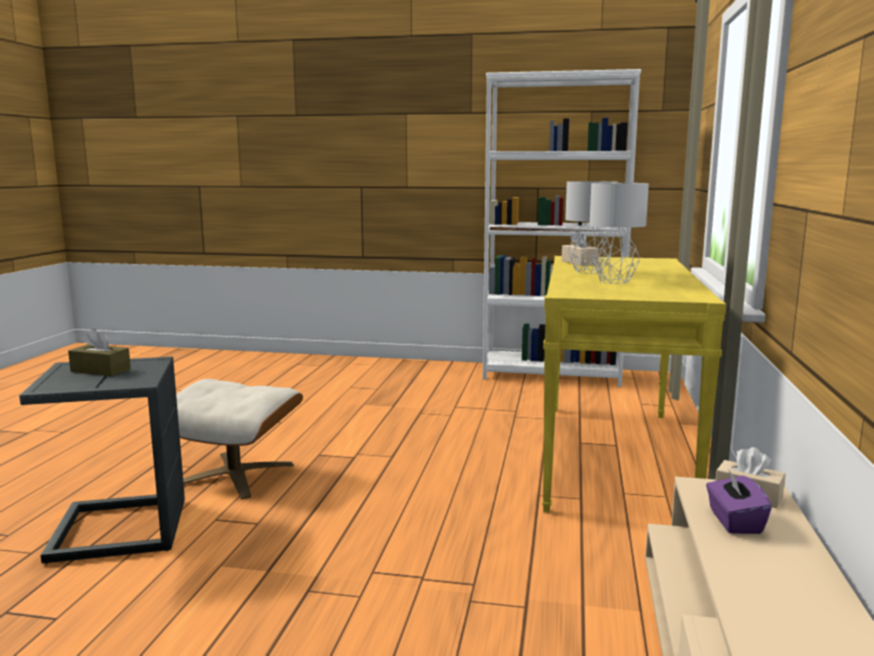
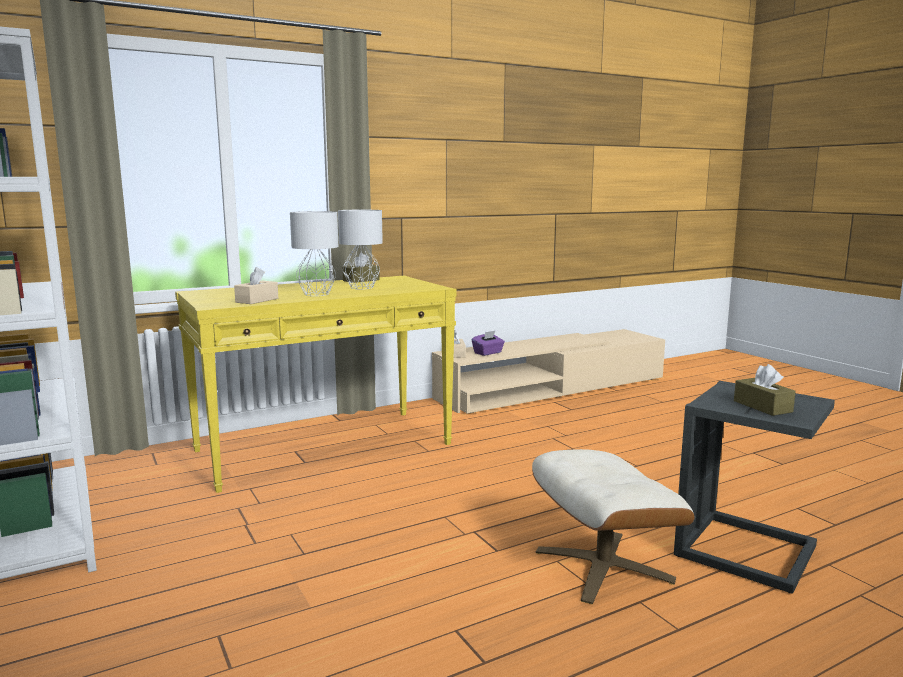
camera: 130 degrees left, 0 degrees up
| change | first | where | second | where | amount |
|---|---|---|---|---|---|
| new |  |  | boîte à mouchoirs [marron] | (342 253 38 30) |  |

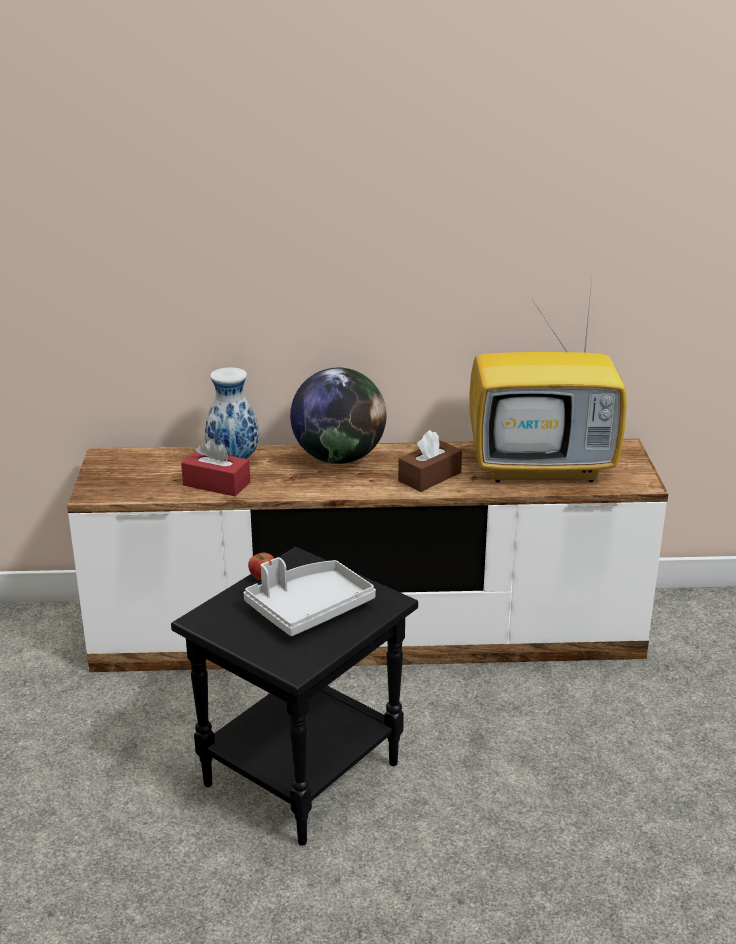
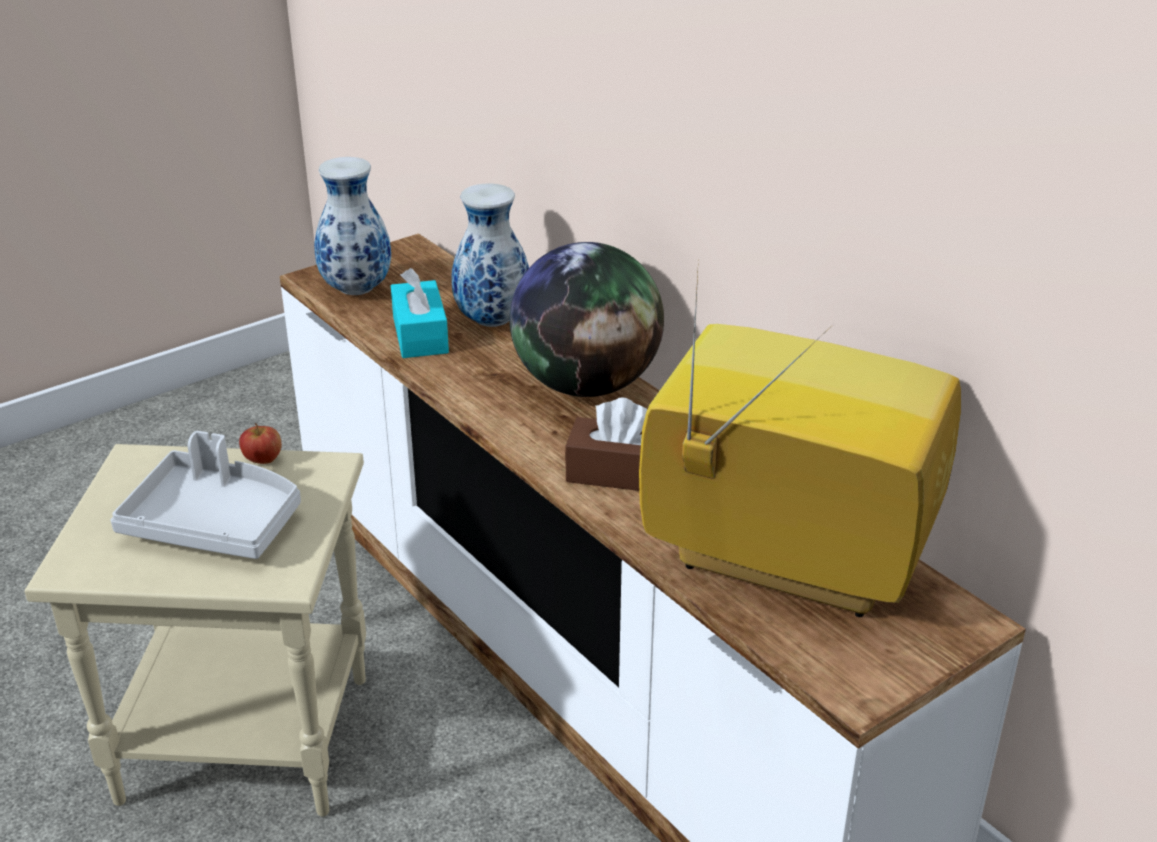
camera: 55 degrees right, 5 degrees up
| change | first | where | second | where | amount |
|---|---|---|---|---|---|
| new |  |  | vase | (314 157 77 138) |  |
| repainted | table d'appoint [noir] | (171 547 247 299) | table d'appoint [beige] | (25 444 341 373) |  |
| repainted | boîte à mouchoirs [rouge] | (181 439 69 57) | boîte à mouchoirs [turquoise] | (391 268 58 90) |  |
| rotated | téléviseur | (470 280 157 203) |  | (639 257 322 360) | 150 degrees clockwise |

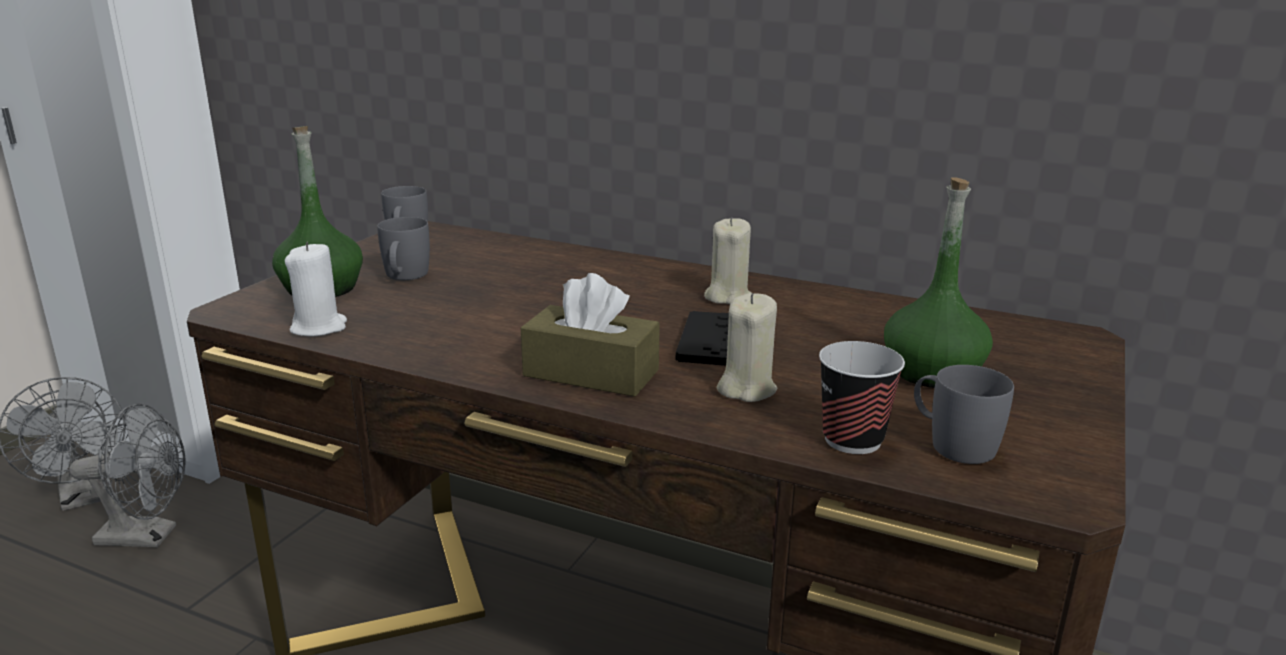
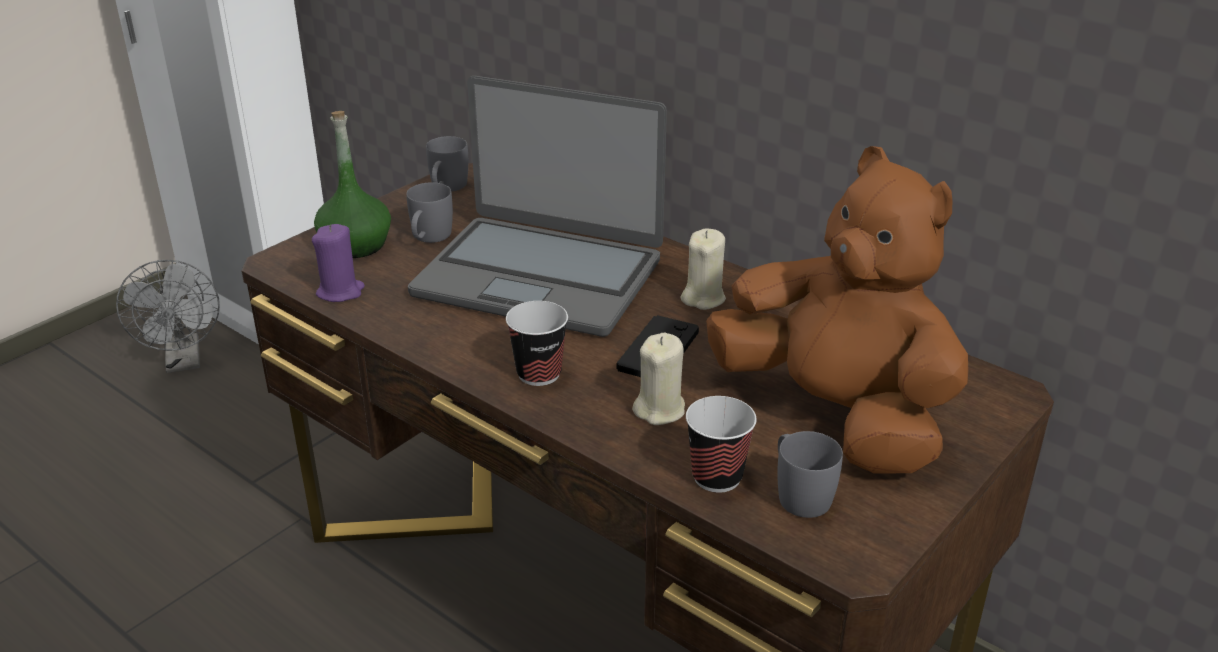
camera: 15 degrees right, 10 degrees up
| change | first | where | second | where | amount |
|---|---|---|---|---|---|
| gone | ventilateur [gris] | (69 403 117 145) |  |  |  |
| new |  |  | ordinateur portable | (408 76 259 261) |  |
| swapped | boîte à mouchoirs [marron] | (521 273 139 124) | tasse | (506 301 62 85) |  |
| swapped | bouteille [vert] | (884 177 109 211) | peluche [marron] | (706 146 262 328) |  |
| repainted | bougie [blanc] | (285 242 62 94) | bougie [violet] | (312 224 53 78) |  |

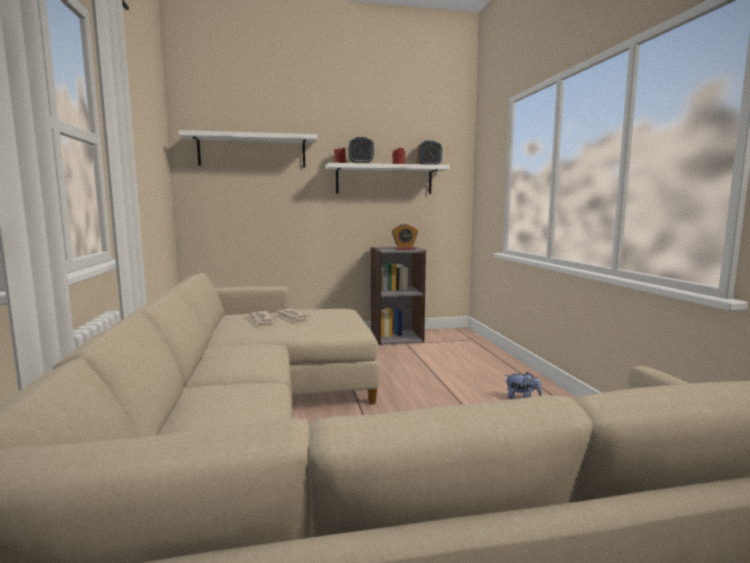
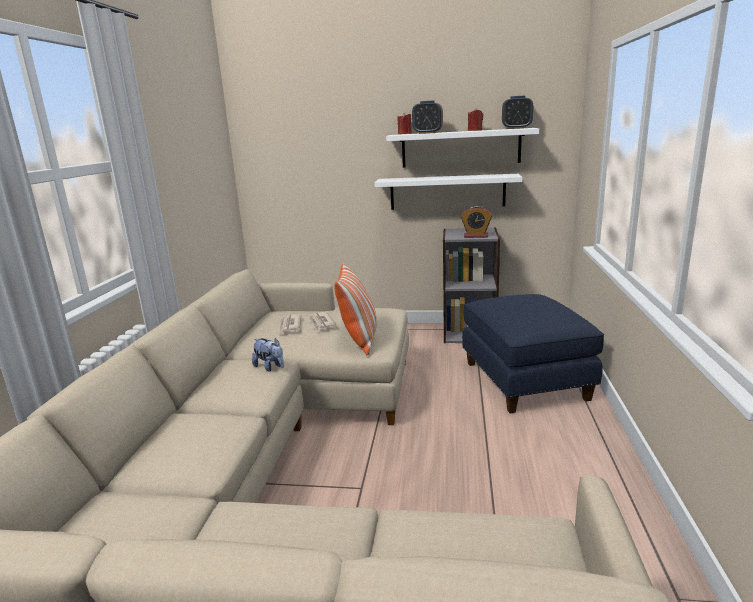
camera: 20 degrees right, 10 degrees up
| change | first | where | second | where | amount |
|---|---|---|---|---|---|
| new |  |  | coussin | (335 262 42 93) |  |
| new |  |  | pouf [bleu] | (462 294 142 119) |  |
| shifted | étagère [blanc] | (179 130 138 37) |  | (375 174 148 36) |  |
| shifted | peluche | (505 372 37 27) |  | (252 337 32 34) |  |

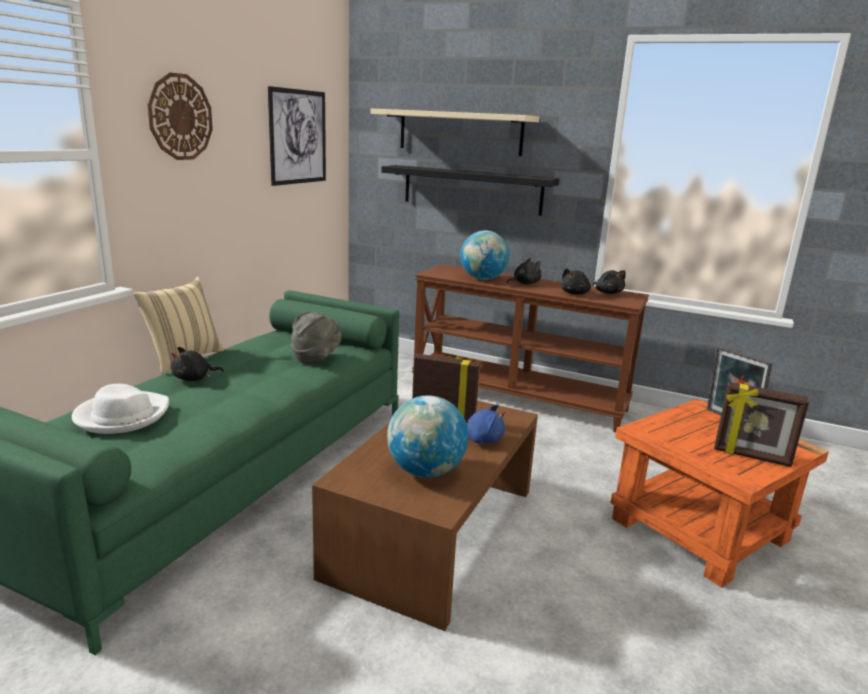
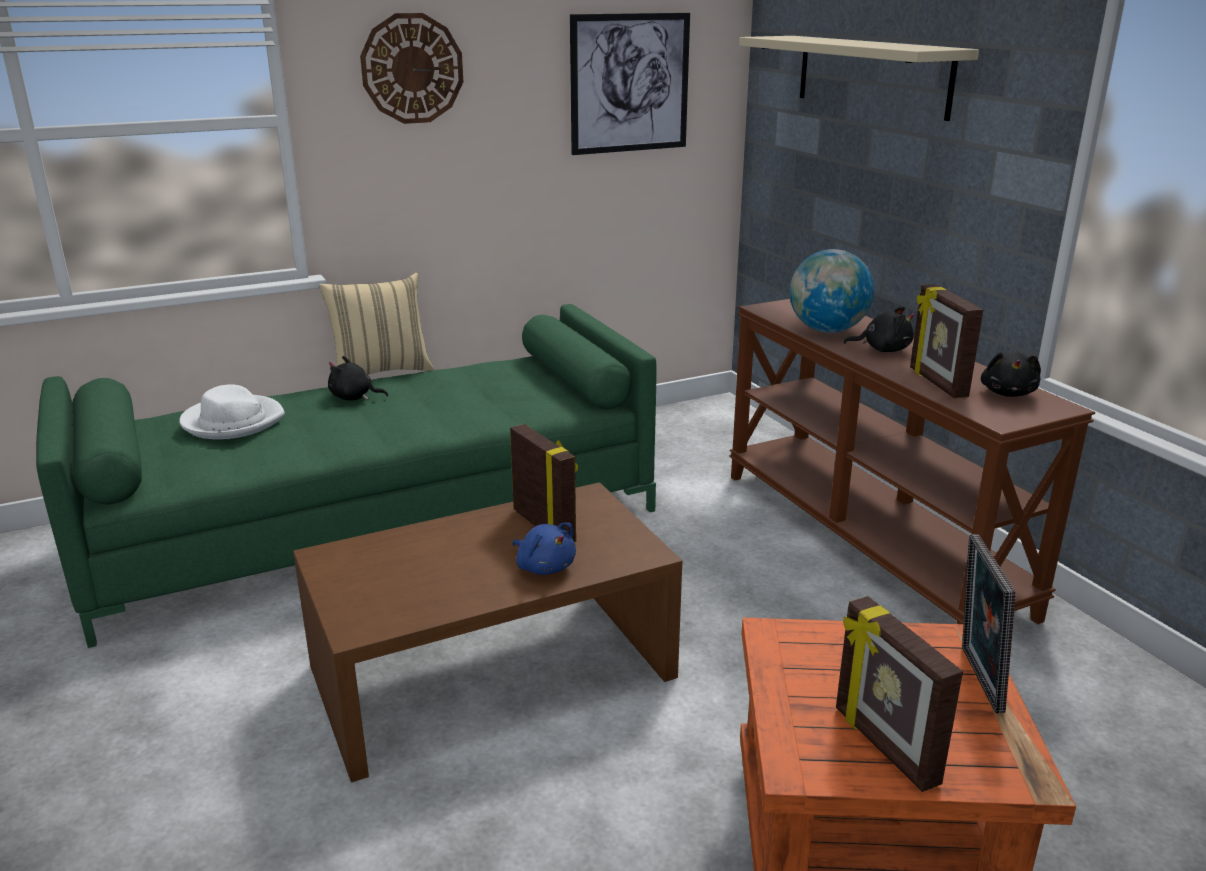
camera: 40 degrees right, 5 degrees up
| change | first | where | second | where | amount |
|---|---|---|---|---|---|
| gone | chapeau [gris] | (291 311 51 53) |  |  |  |
| gone | étagère [noir] | (381 165 178 51) |  |  |  |
| gone | globe | (387 395 81 83) |  |  |  |
| swapped | peluche [noir] | (561 268 30 27) | cadre photo | (910 284 73 114) |  |

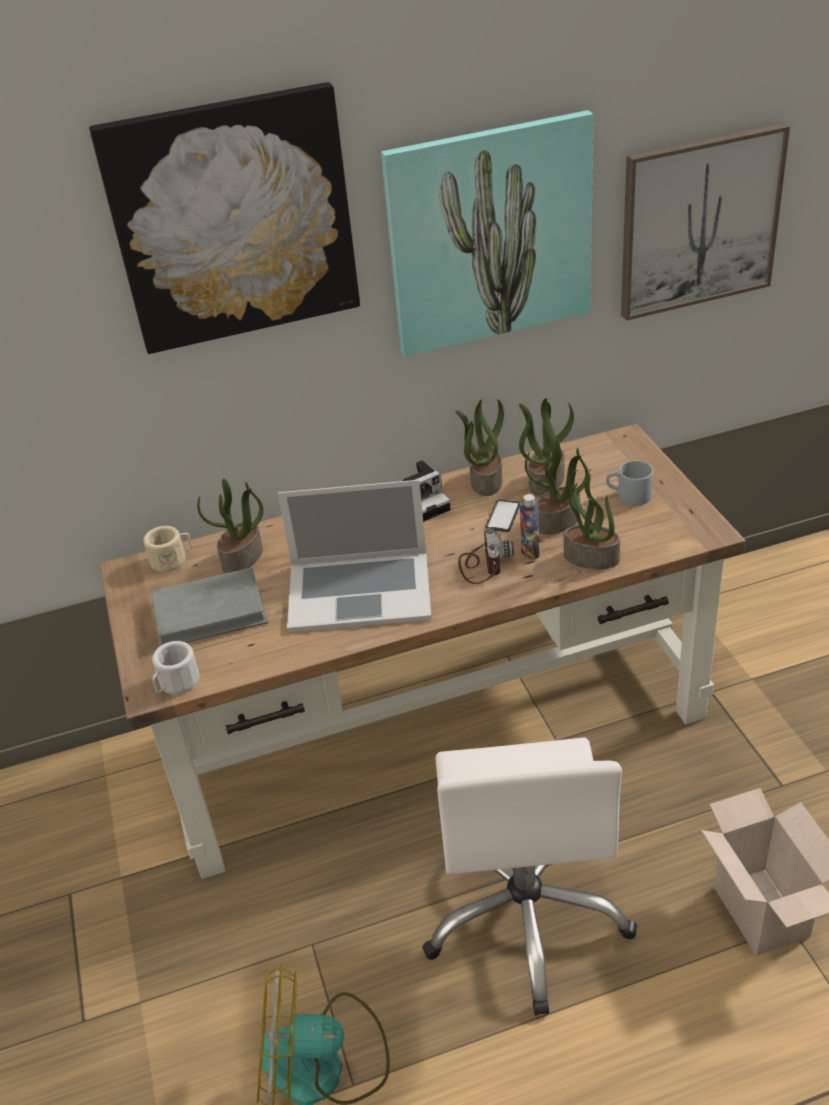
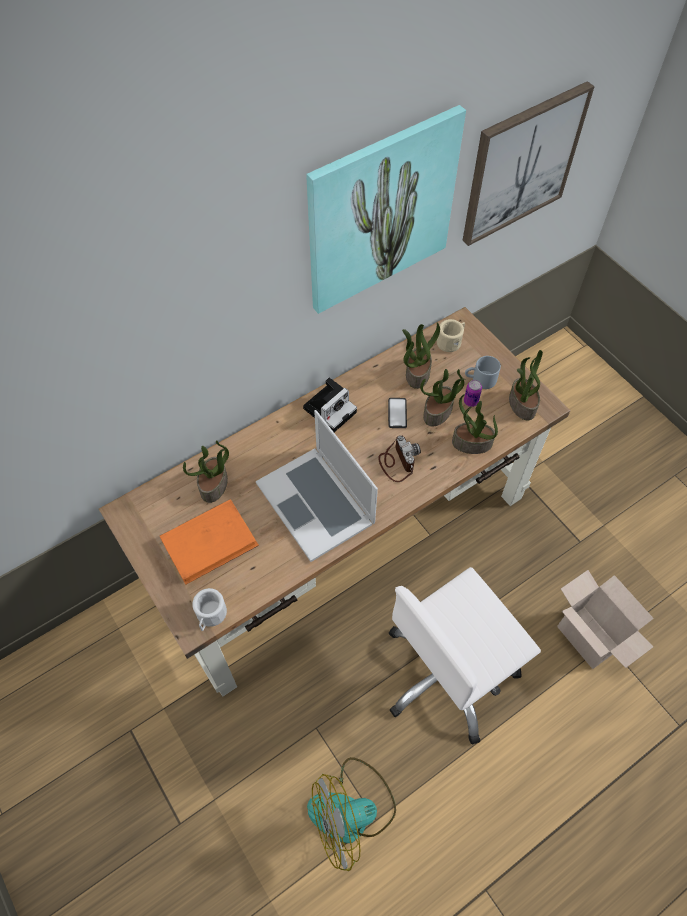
camera: 20 degrees left, 20 degrees up
| change | first | where | second | where | amount |
|---|---|---|---|---|---|
| gone | tableau | (89 82 271 272) |  |  |  |
| gone | bouteille | (520 494 19 66) |  |  |  |
| new |  |  | boîte métallique | (464 380 18 27) |  |
| shifted | mug [beige] | (143 526 50 46) |  | (437 319 28 33) |  |
| shifted | plante en pot | (455 399 49 97) |  | (509 350 34 70) |  |
| repainted | livre [gris] | (152 567 117 78) | livre [orange] | (160 499 99 86) |  |
| rotated | ordinateur portable | (278 480 154 152) |  | (256 410 122 152) | 75 degrees clockwise |
| rotated | chaise de bureau [blanc] | (422 738 215 277) |  | (389 567 152 177) | 75 degrees clockwise |

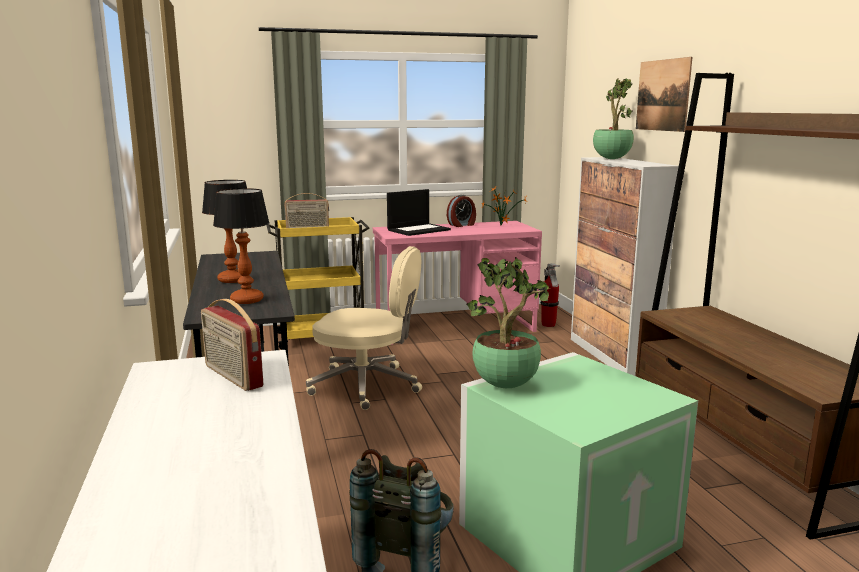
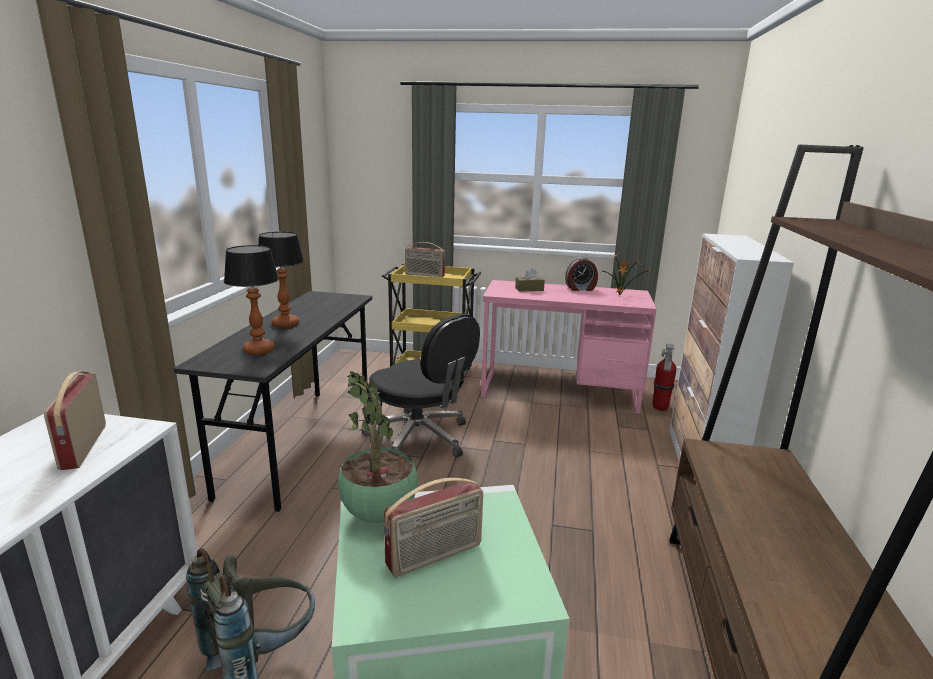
camera: 25 degrees right, 5 degrees up
| change | first | where | second | where | amount |
|---|---|---|---|---|---|
| gone | plante en pot | (593 78 41 81) |  |  |  |
| gone | tableau | (636 57 56 75) |  |  |  |
| new |  |  | radio | (384 478 99 99) |  |
| swapped | ordinateur portable | (387 189 64 47) | boîte à mouchoirs [marron] | (515 268 30 24) |  |
| repainted | chaise de bureau [beige] | (306 246 116 164) | chaise de bureau [noir] | (362 313 118 145) |  |

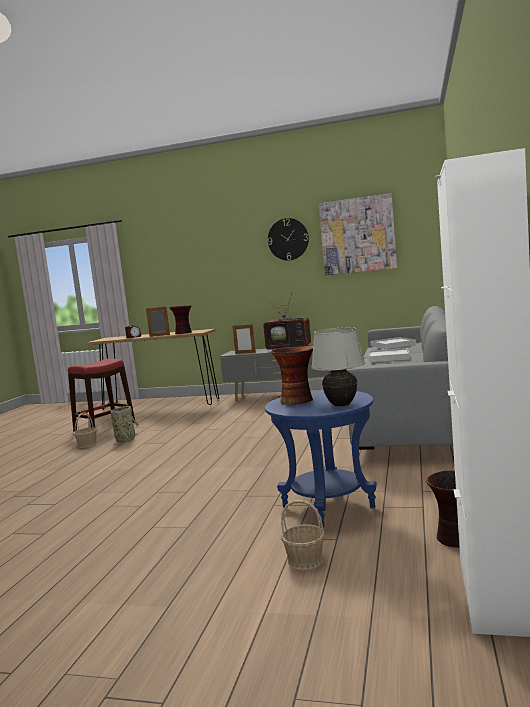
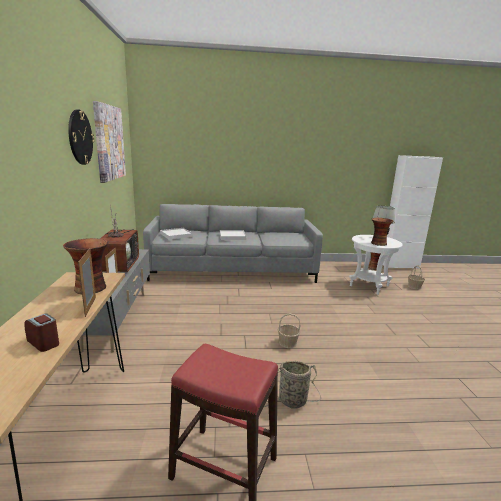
camera: 110 degrees left, 10 degrees up
| change | first | where | second | where | amount |
|---|---|---|---|---|---|
| shifted | panier | (73 412 24 36) |  | (278 314 22 34) |  |
| repainted | table d'appoint [bleu] | (265 390 112 137) | table d'appoint [blanc] | (349 235 53 60) |  |

